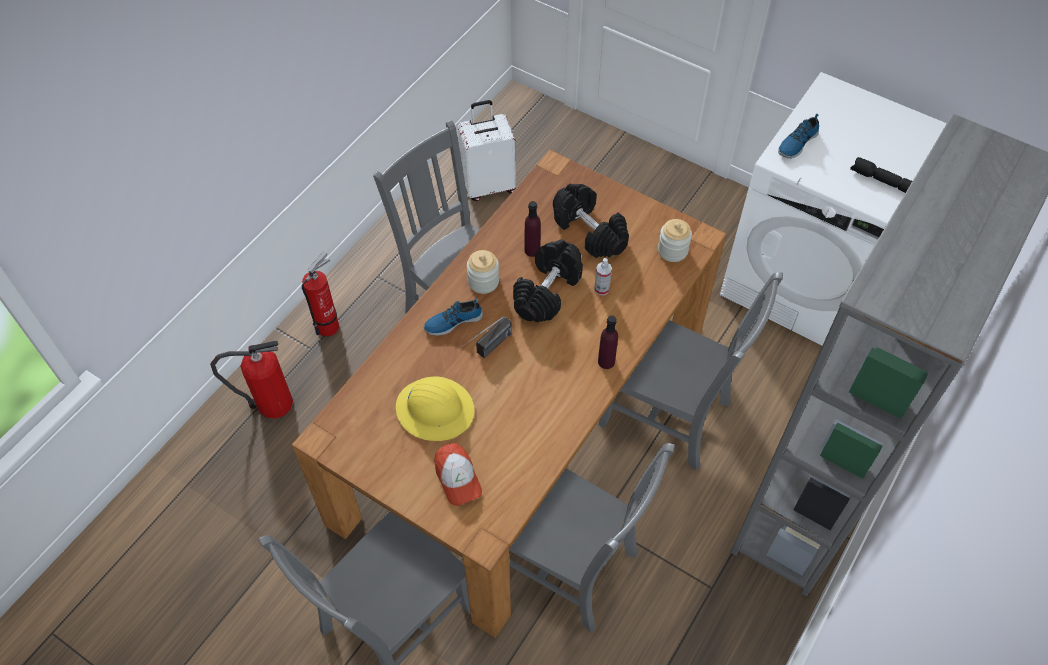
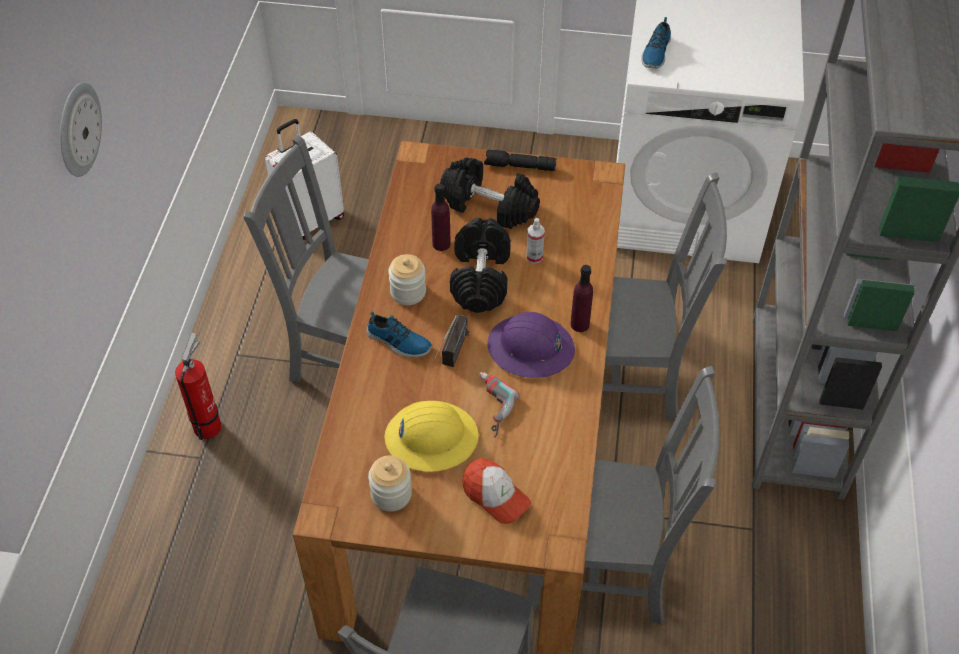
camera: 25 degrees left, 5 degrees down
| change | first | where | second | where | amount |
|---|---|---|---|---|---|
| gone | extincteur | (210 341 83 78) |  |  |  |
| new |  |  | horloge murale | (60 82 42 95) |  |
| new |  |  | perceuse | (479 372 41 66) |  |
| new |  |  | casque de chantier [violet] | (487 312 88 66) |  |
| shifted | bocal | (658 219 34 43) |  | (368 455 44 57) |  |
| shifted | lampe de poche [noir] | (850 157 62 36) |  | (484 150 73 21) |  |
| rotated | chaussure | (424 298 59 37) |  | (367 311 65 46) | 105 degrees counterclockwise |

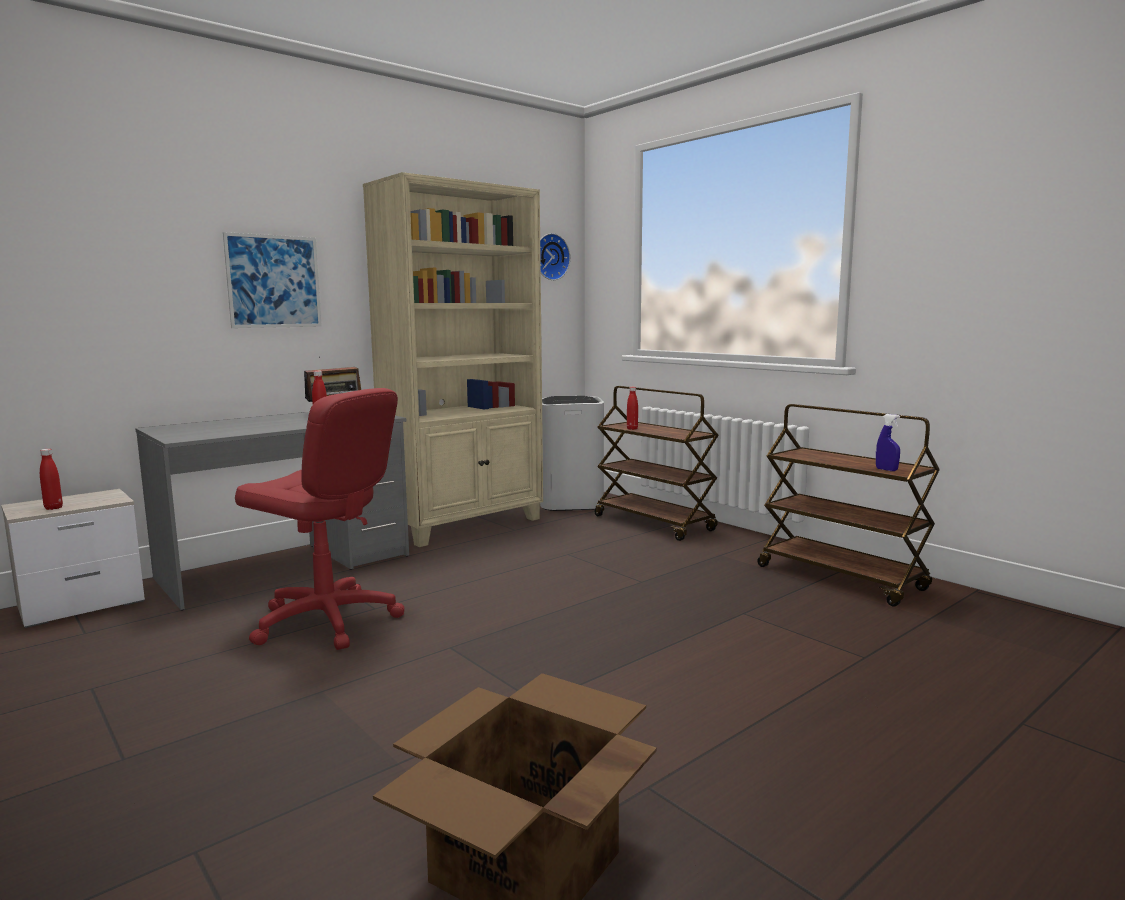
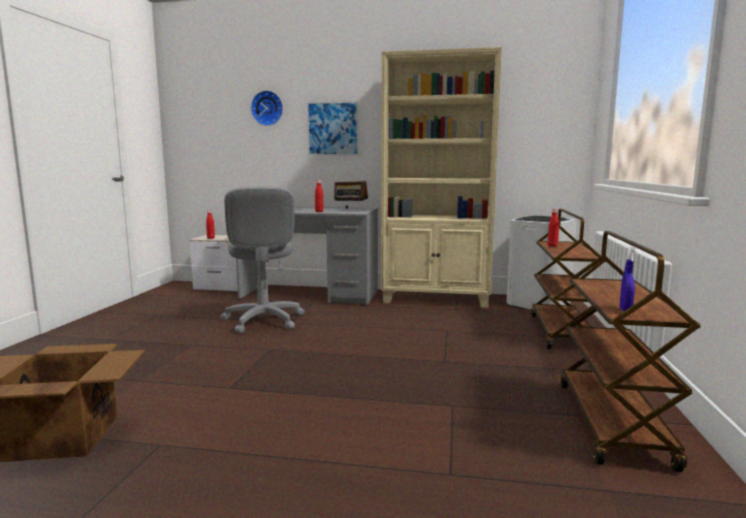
camera: 50 degrees right, 0 degrees up
| change | first | where | second | where | amount |
|---|---|---|---|---|---|
| shifted | horloge murale | (540 233 30 47) |  | (251 90 32 36) |  |
| repainted | chaise de bureau [rouge] | (235 388 170 262) | chaise de bureau [gris] | (220 186 85 147) |  |

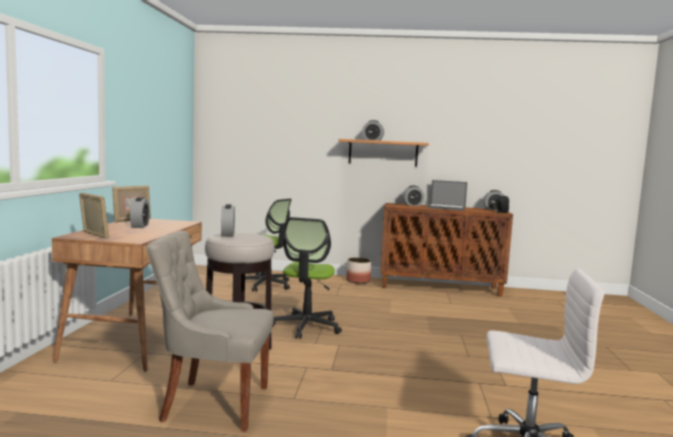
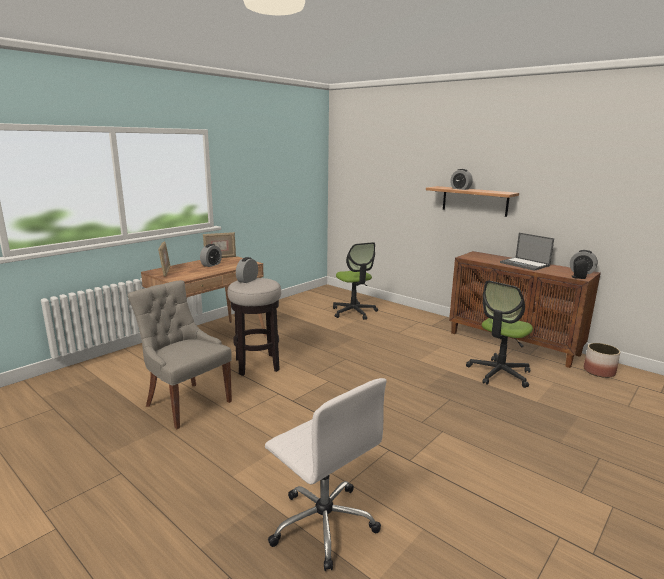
camera: 35 degrees right, 10 degrees up
| change | first | where | second | where | amount |
|---|---|---|---|---|---|
| gone | réveil | (402 185 22 21) |  |  |  |
| shifted | chaise de bureau | (272 217 70 122) |  | (466 280 67 108) |  |
| shifted | cache-pot | (346 258 25 26) |  | (584 343 36 35) |  |

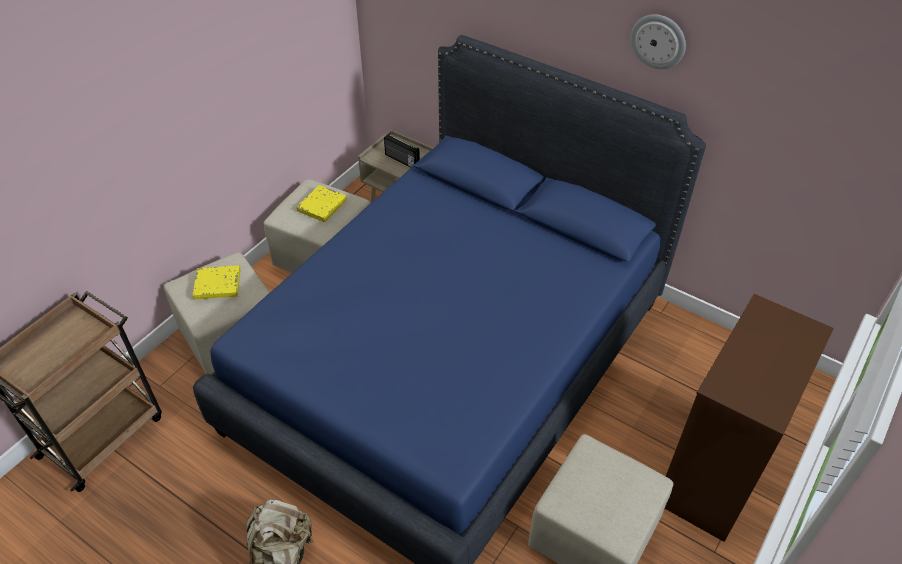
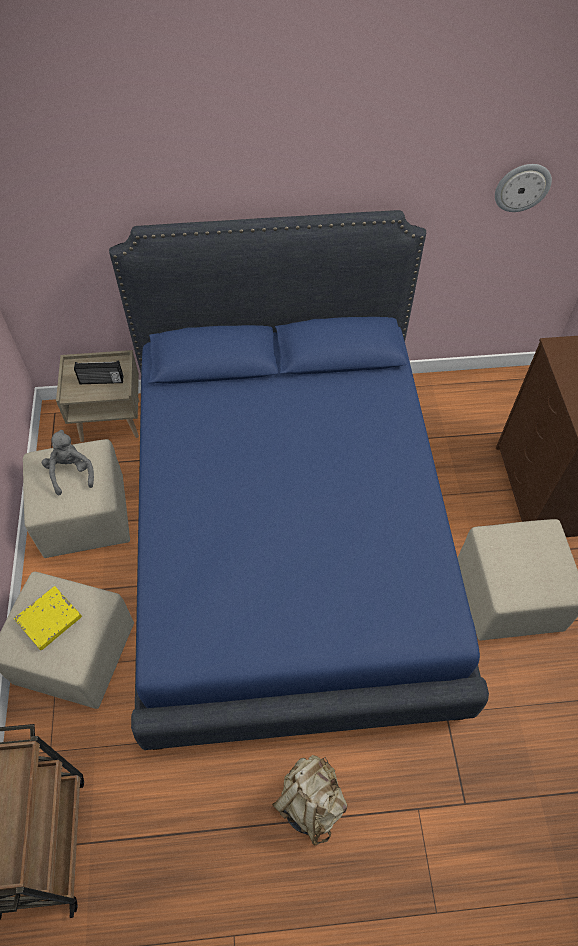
camera: 40 degrees left, 10 degrees up
| change | first | where | second | where | amount |
|---|---|---|---|---|---|
| shifted | horloge murale | (631 14 55 55) |  | (495 164 57 48) |  |
| swapped | livre [jaune] | (296 185 51 37) | peluche [gris] | (42 430 52 65) |  |

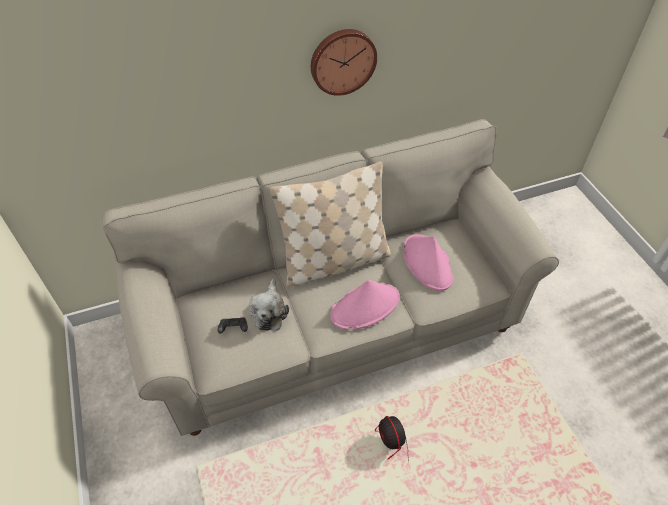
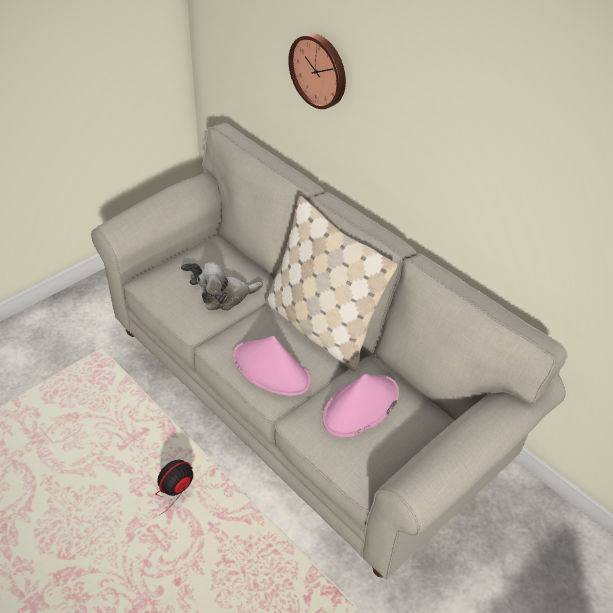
camera: 65 degrees right, 5 degrees down
| change | first | where | second | where | amount |
|---|---|---|---|---|---|
| shifted | horloge murale | (311 29 66 67) |  | (288 33 58 76) |  |

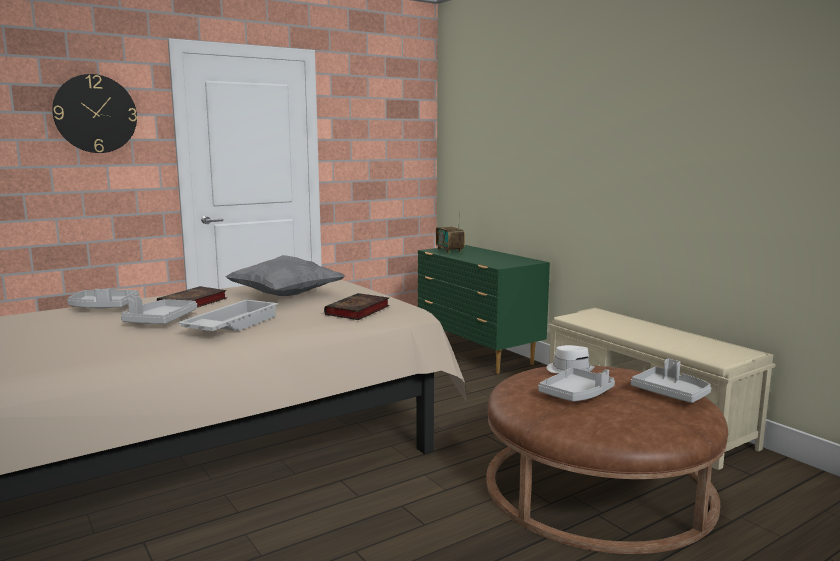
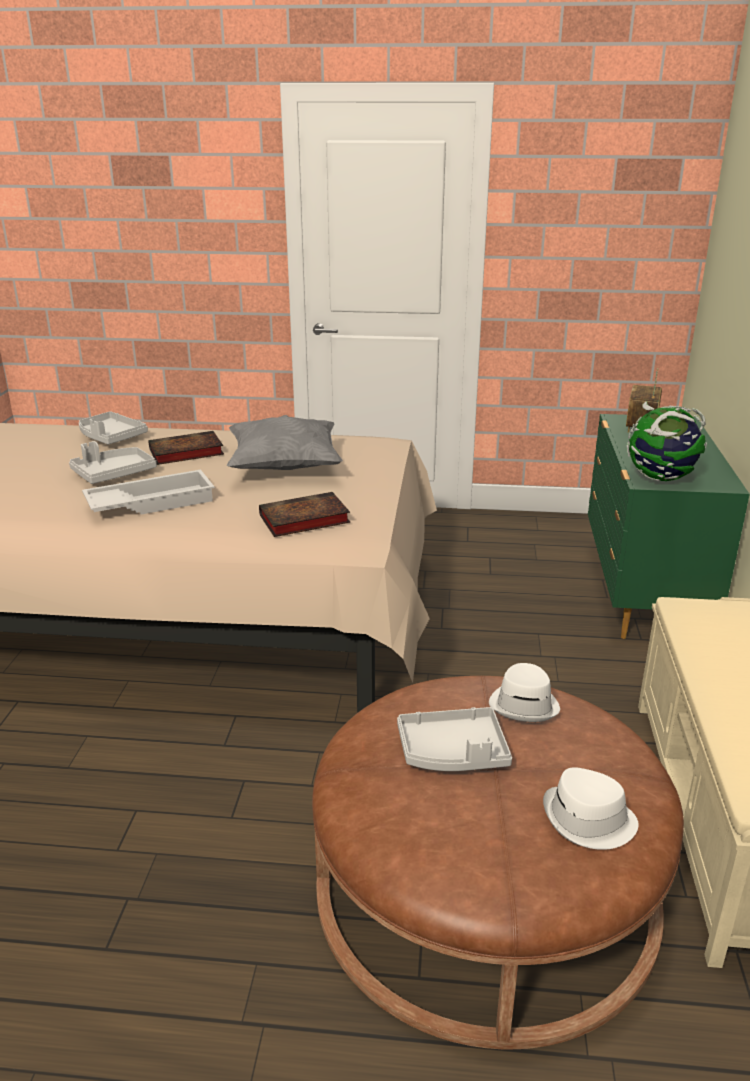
camera: 40 degrees right, 15 degrees up
| change | first | where | second | where | amount |
|---|---|---|---|---|---|
| gone | horloge murale | (52 74 85 79) |  |  |  |
| new |  |  | globe | (627 401 80 80) |  |
| swapped | plateau [gris] | (631 359 80 44) | chapeau [blanc] | (543 767 96 83) |  |

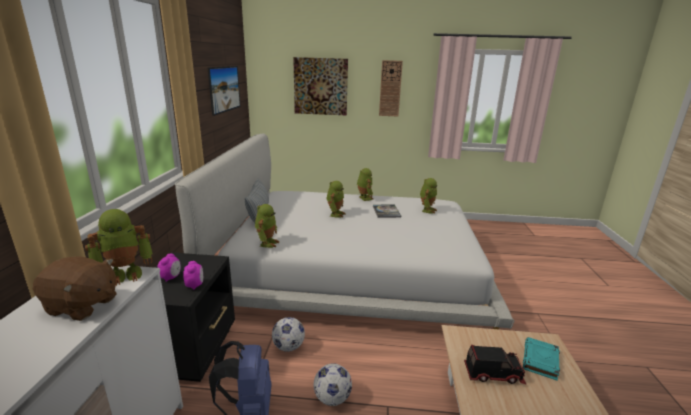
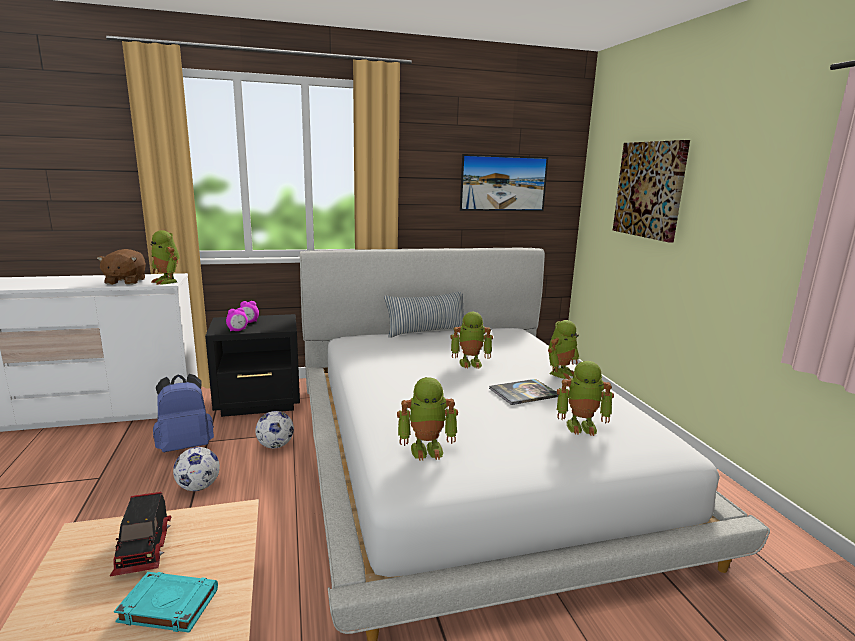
camera: 70 degrees right, 5 degrees down
| change | first | where | second | where | amount |
|---|---|---|---|---|---|
| gone | horloge murale | (379 60 24 57) |  |  |  |
| shifted | robot jouet | (255 204 25 44) |  | (397 377 61 84) |  |

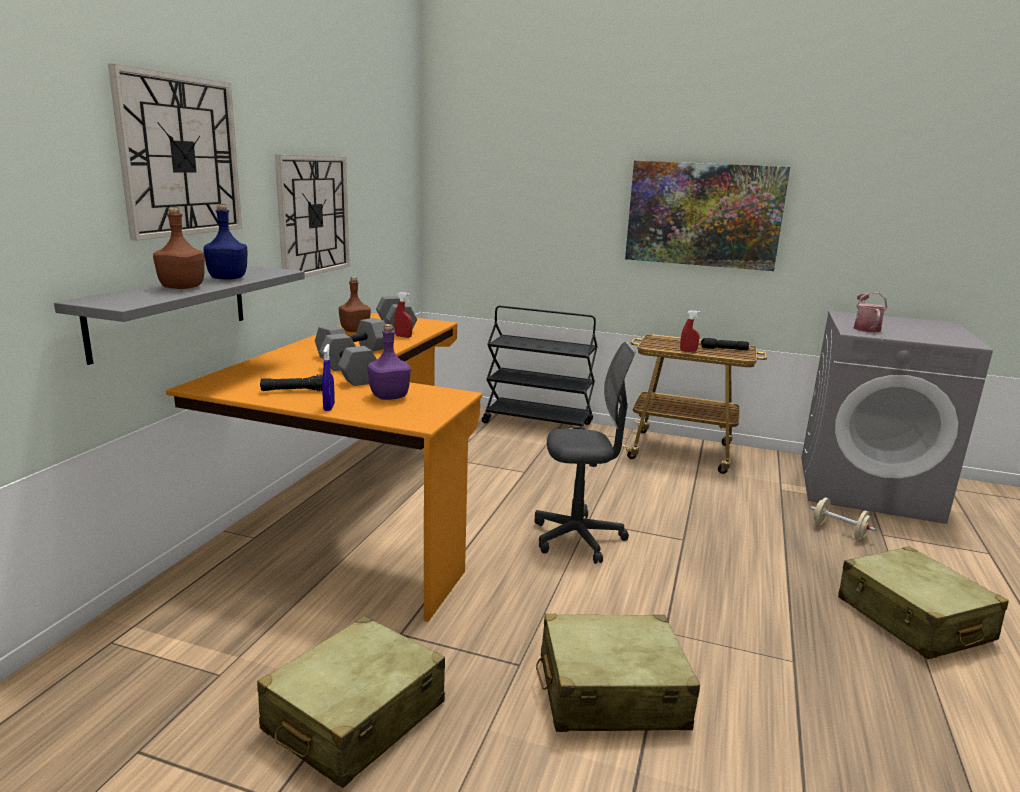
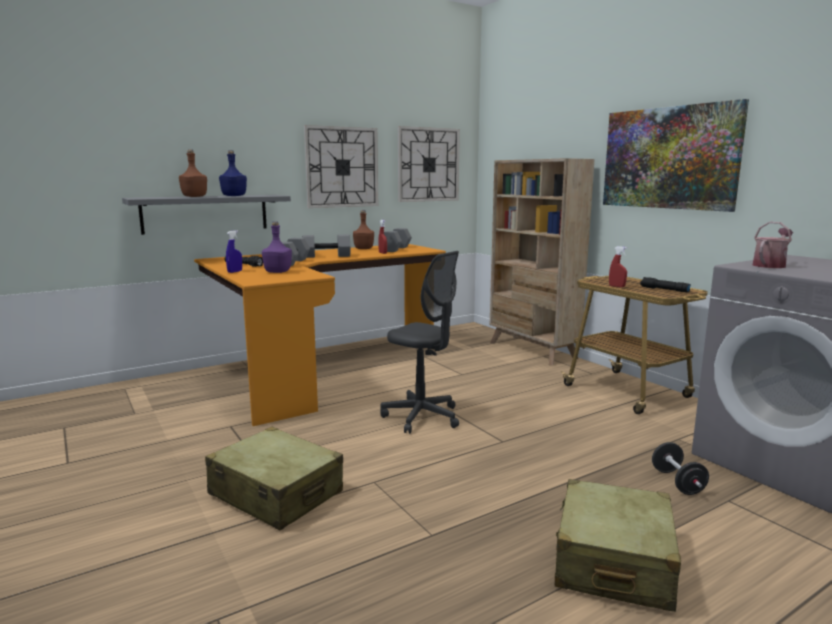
camera: 40 degrees right, 5 degrees down
| change | first | where | second | where | amount |
|---|---|---|---|---|---|
| gone | valise [beige] | (257 616 188 172) |  |  |  |
| shifted | horloge murale | (108 64 134 177) |  | (398 126 62 76) |  |
| swapped | chariot [noir] | (482 305 116 124) | bibliothèque [beige] | (490 158 105 207) |  |
| repainted | haltère [beige] | (810 497 66 43) | haltère [noir] | (652 442 57 53) |  |

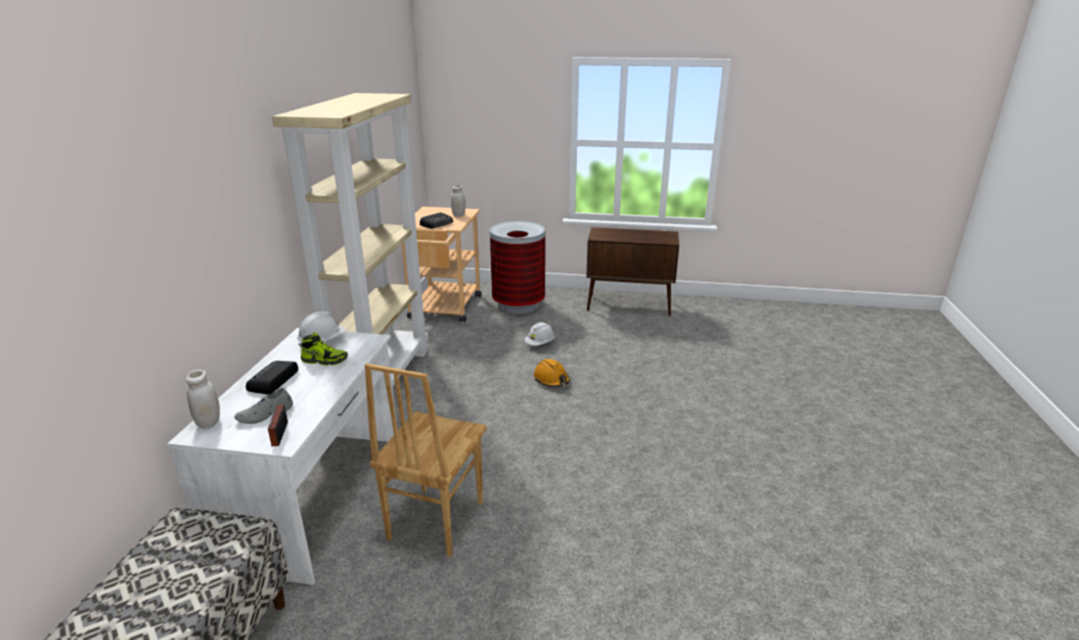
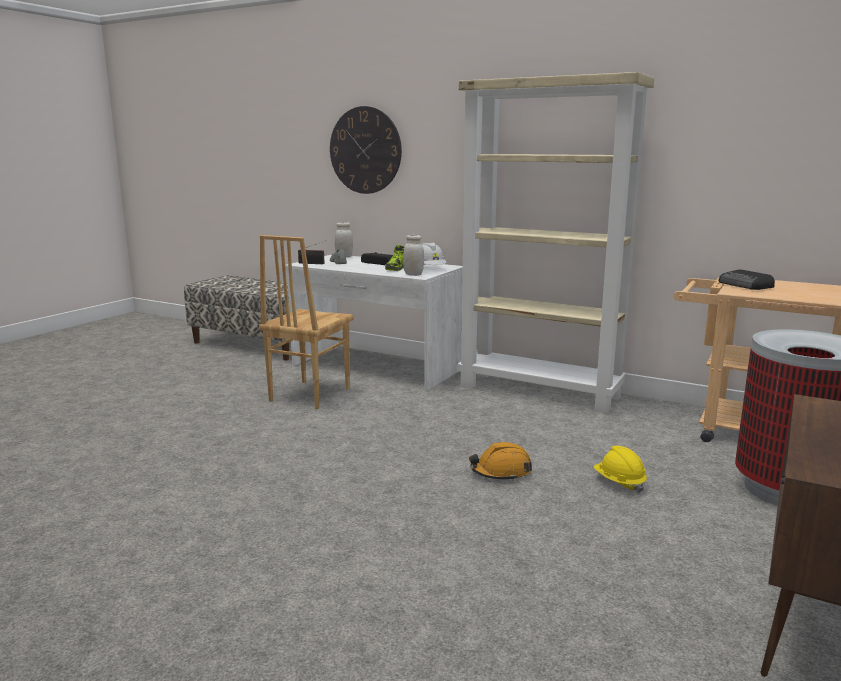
camera: 110 degrees right, 10 degrees down
| change | first | where | second | where | amount |
|---|---|---|---|---|---|
| new |  |  | horloge murale | (330 106 72 88) |  |
| shifted | bocal [blanc] | (451 185 15 32) |  | (403 235 21 41) |  |
| repainted | casque de chantier [blanc] | (525 322 30 24) | casque de chantier [jaune] | (594 446 53 47) |  |
| rotated | chaise [marron] | (365 363 121 194) |  | (259 235 95 175) | 105 degrees counterclockwise |

